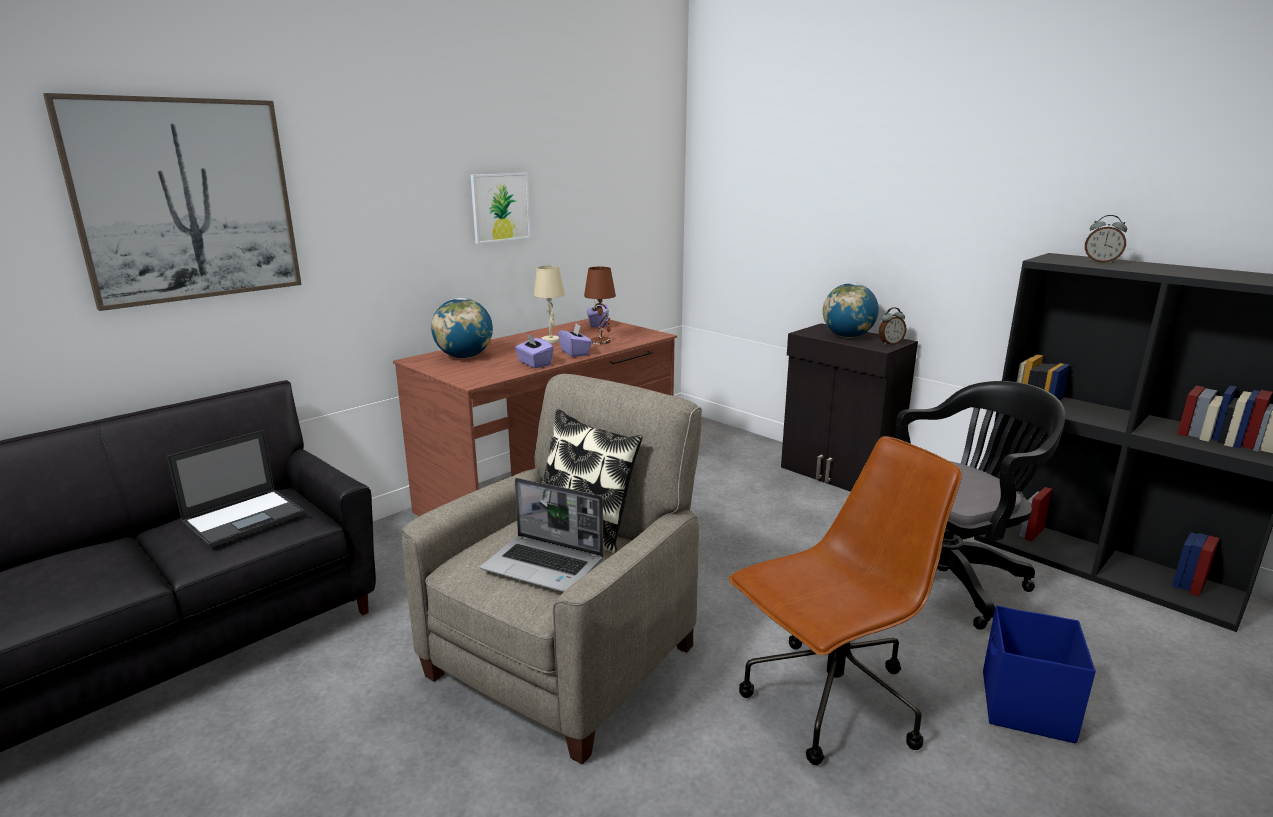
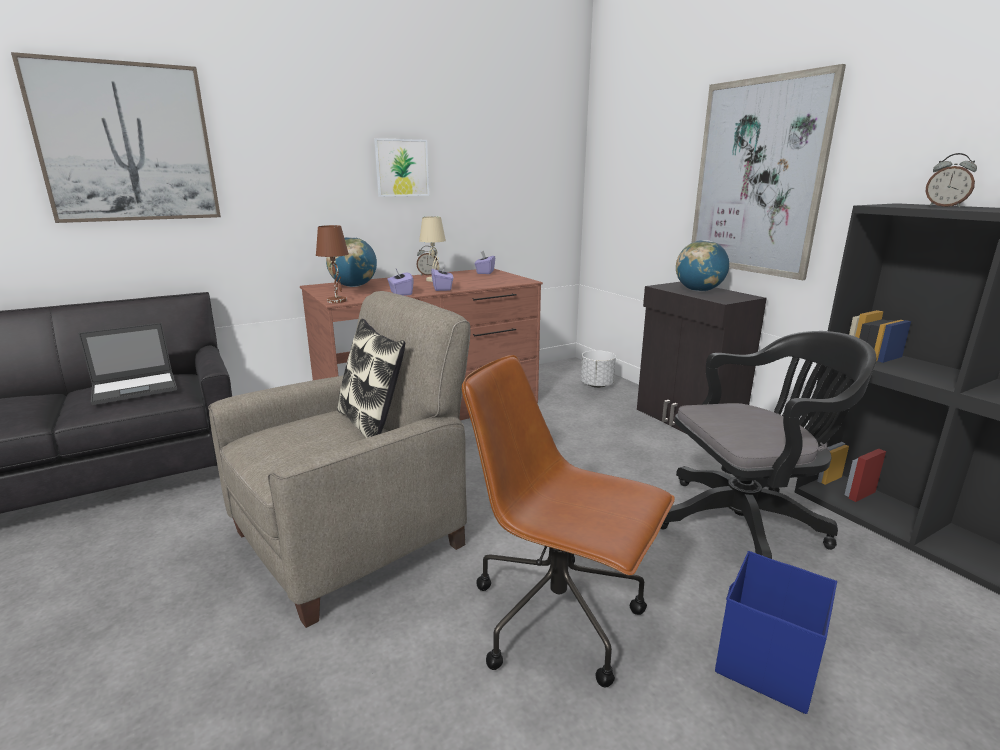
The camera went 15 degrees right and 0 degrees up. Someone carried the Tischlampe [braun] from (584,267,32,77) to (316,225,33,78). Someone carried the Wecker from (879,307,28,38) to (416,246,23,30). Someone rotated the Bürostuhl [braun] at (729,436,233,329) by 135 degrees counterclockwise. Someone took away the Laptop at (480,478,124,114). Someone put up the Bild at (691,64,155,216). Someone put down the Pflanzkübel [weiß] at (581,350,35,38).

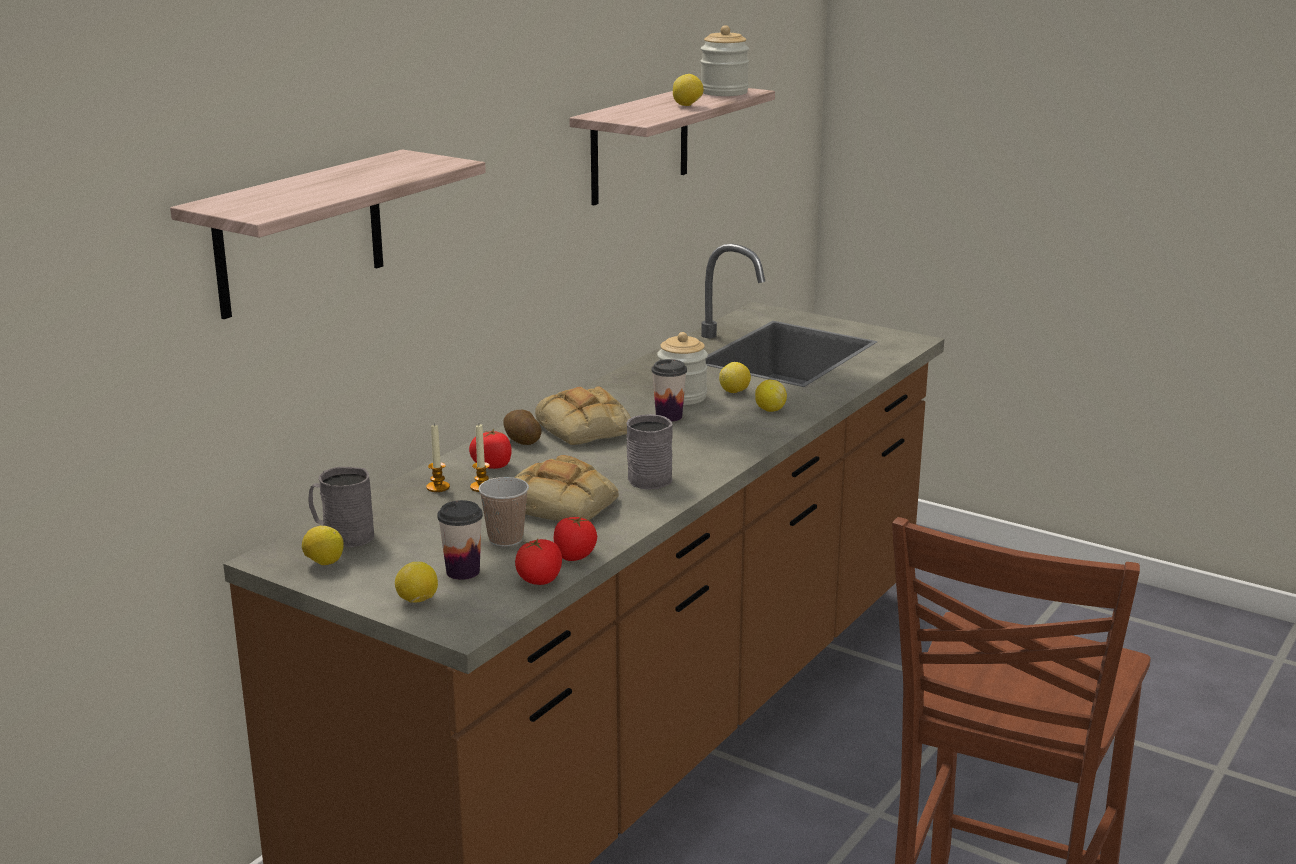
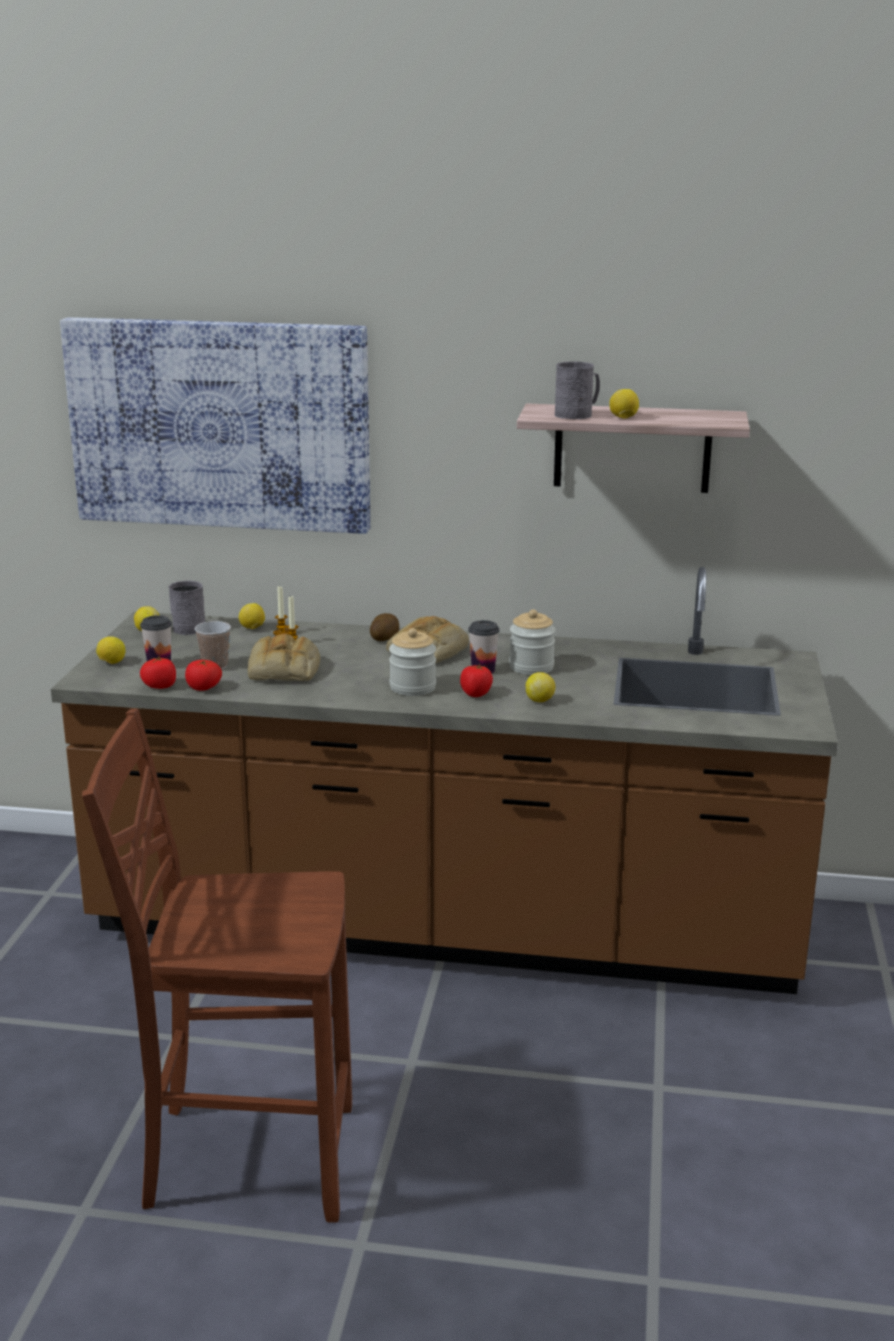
The camera went 65 degrees right and 0 degrees up. Someone carried the Vorratsglas from (700,25,49,71) to (389,628,47,68). Someone swapped the Wandregal at (170,149,316,170) for the Bild at (60,317,310,217). Someone carried the Zitrone from (719,362,32,31) to (239,603,26,26). Someone carried the Henkelbecher [grau] from (626,414,47,75) to (555,361,45,58). Someone carried the Tomate from (469,428,43,41) to (460,664,33,33).

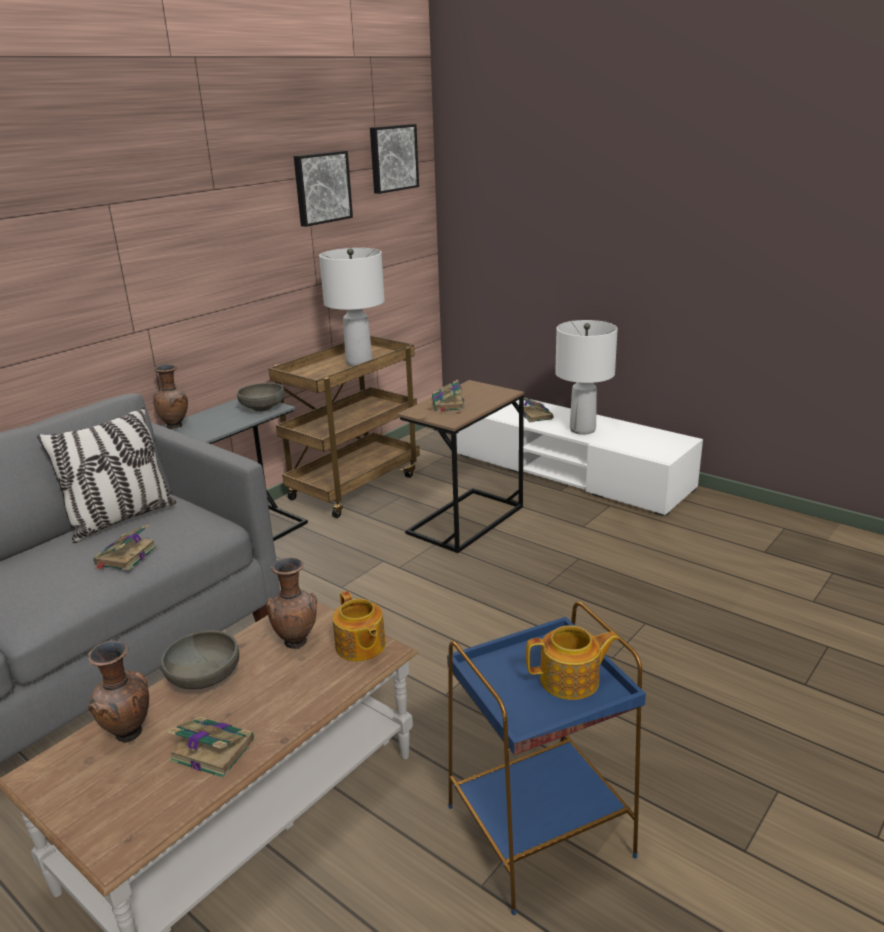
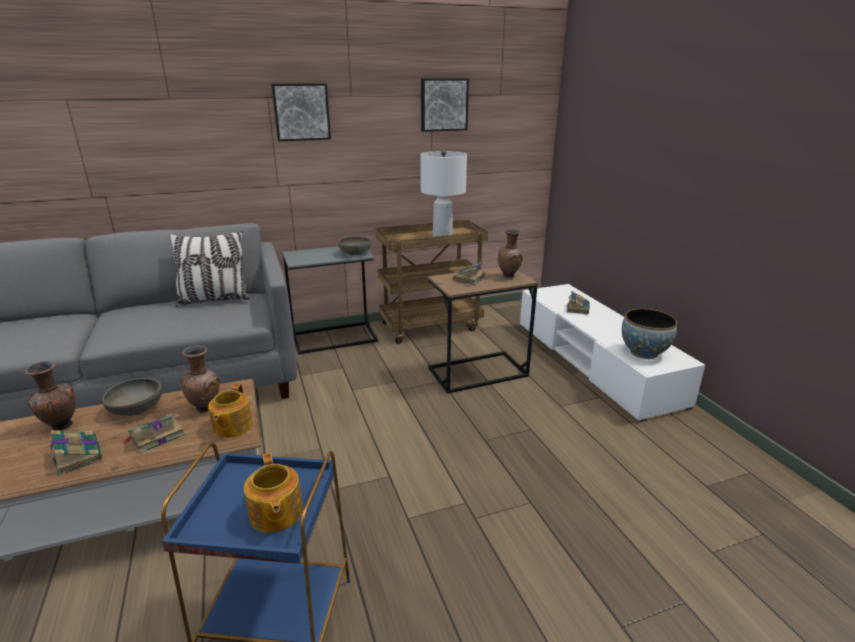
The camera went 30 degrees right and 0 degrees up. Someone carried the Bild from (370,124,49,70) to (271,83,60,58). Someone took away the Tischlampe [weiß] at (555,320,63,115). Someone carried the Vase [braun] from (153,364,35,65) to (498,228,25,50). Someone carried the Buch from (93,524,64,47) to (123,413,62,41). Someone rotated the Teekanne at (526,625,93,75) by 45 degrees clockwise. Someone put down the Schüssel at (622,309,55,50).

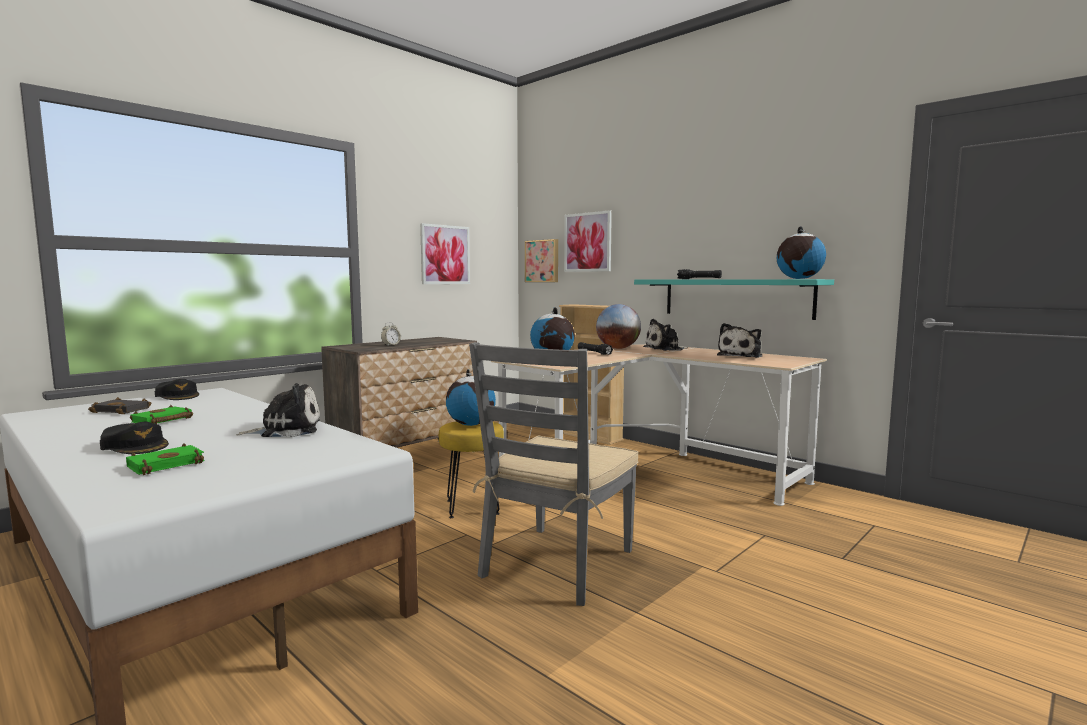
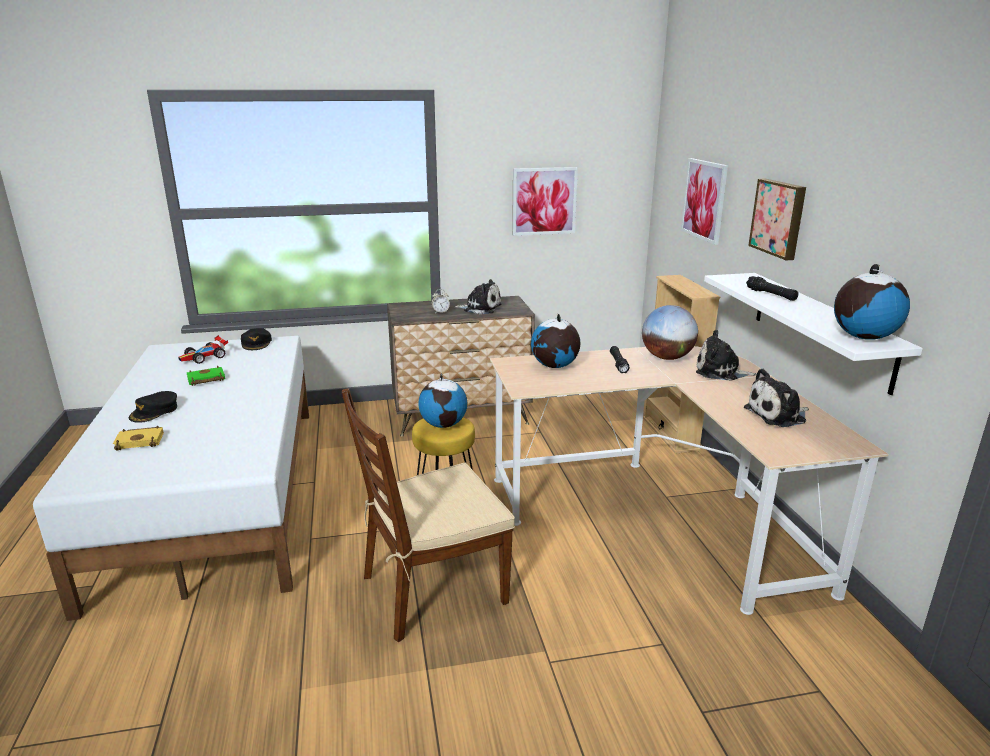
The camera went 35 degrees right and 15 degrees up. Someone carried the Bild from (525,239,33,43) to (748,179,58,81). Someone repainted the Wandregal [türkis] at (634,279,200,41), which became the Wandregal [weiß] at (704,273,219,122). Someone repainted the Stuhl [grau] at (469,342,169,264), which became the Stuhl [braun] at (342,388,173,254). Someone carried the Plüschtier from (236,383,84,54) to (454,279,48,35). Someone swapped the Buch [schwarz] at (88,397,63,17) for the Spielzeugauto at (178,335,50,29). Someone rotated the Kappe [schwarz] at (100,422,69,32) by 45 degrees clockwise. Someone repainted the Buch [grün] at (126,443,79,32), which became the Buch [gelb] at (113,426,51,25).

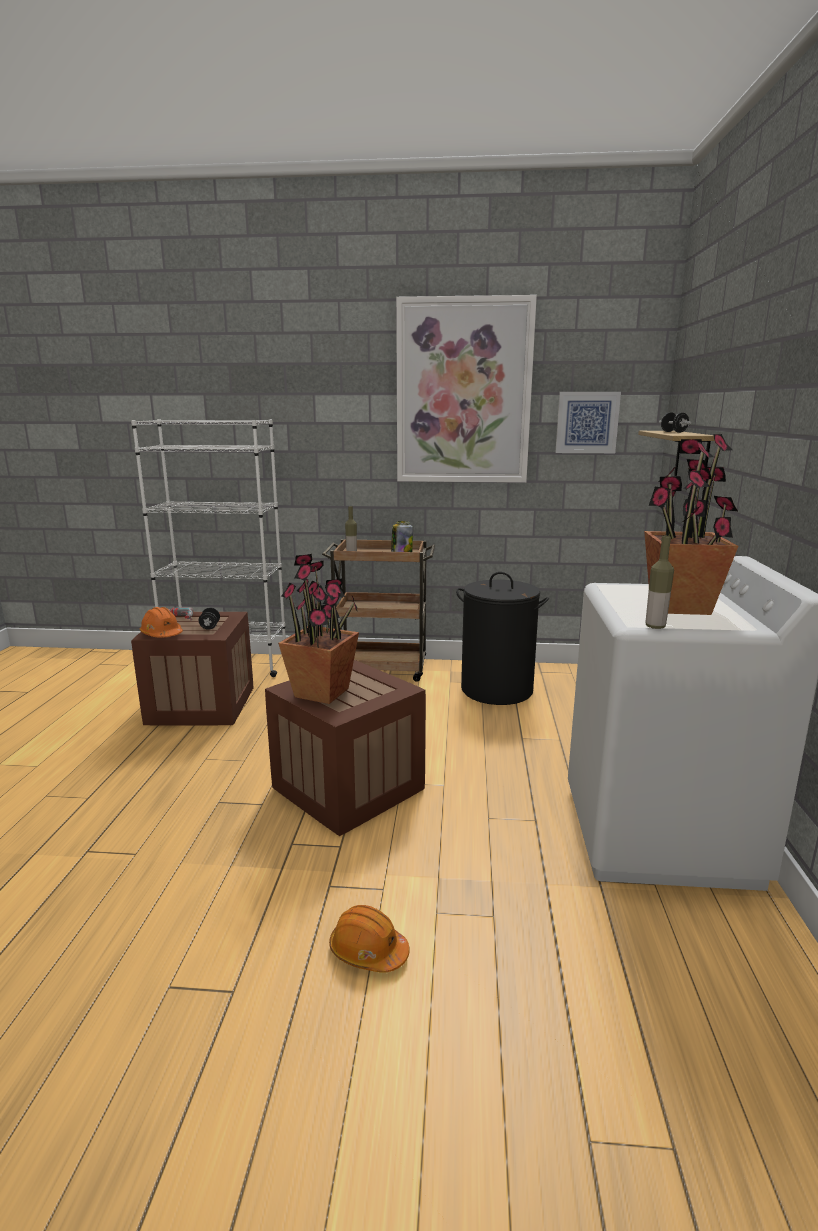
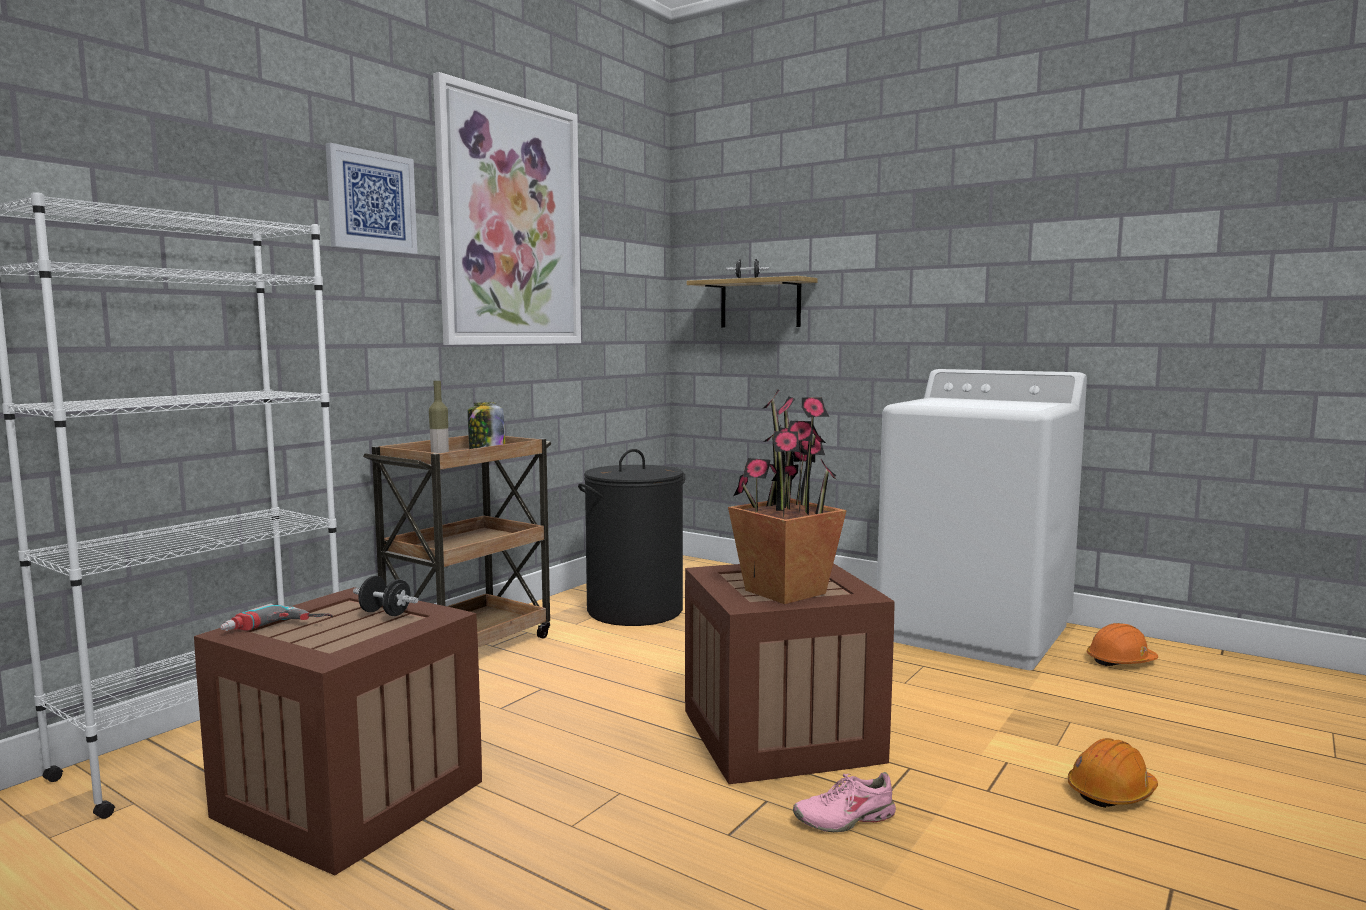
The camera went 60 degrees left and 10 degrees down. Someone carried the Bild from (555,392,66,61) to (326,143,91,111). Someone took away the Topfpflanze at (644,434,94,181). Someone took away the Flasche at (646,536,28,93). Someone carried the Schutzhelm [orange] from (140,607,43,31) to (1087,623,71,43). Someone put down the Schuh [rosa] at (793,772,103,60).

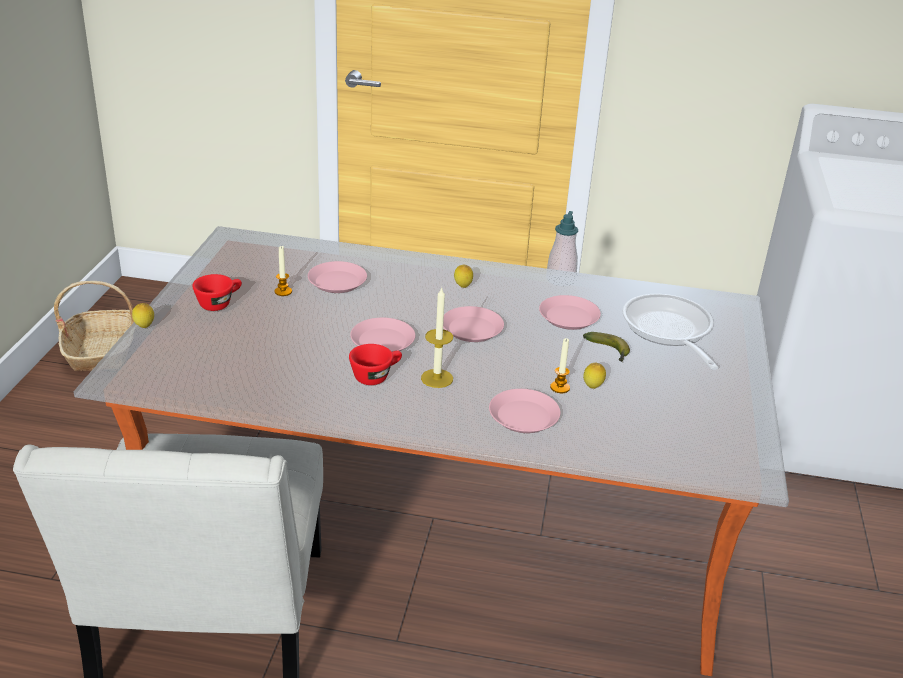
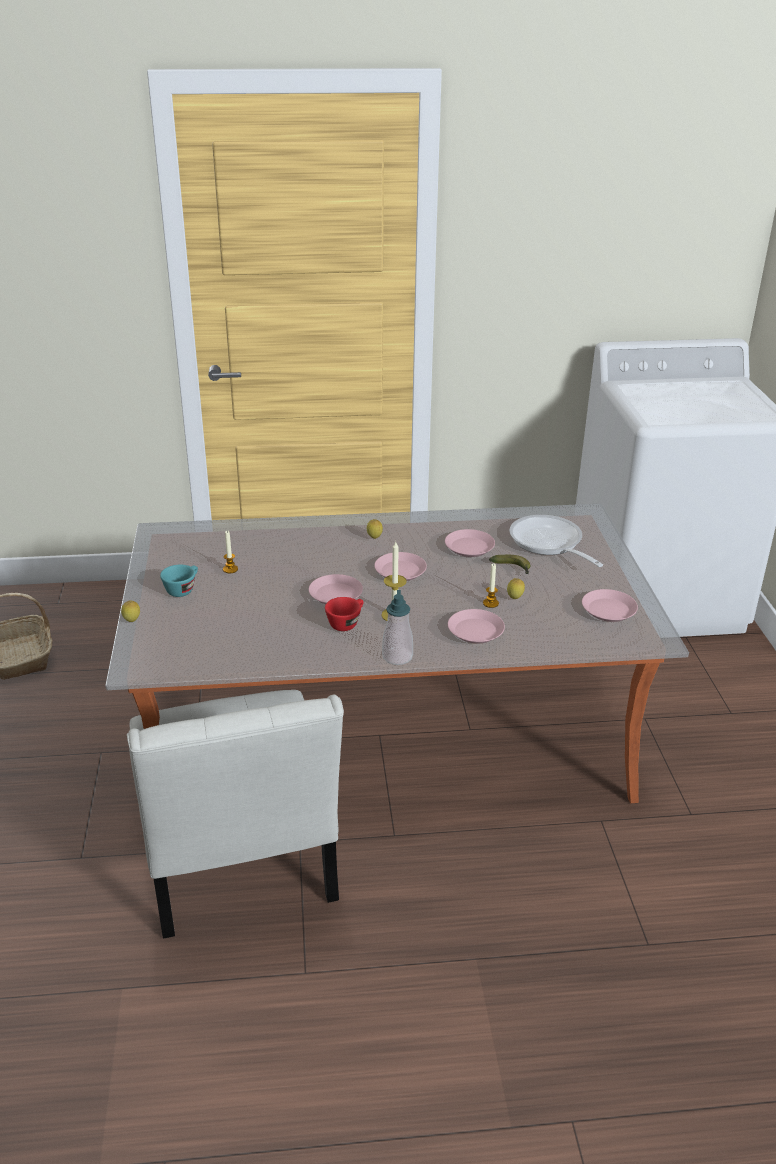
The camera went 15 degrees left and 0 degrees up. Someone carried the Seifenspender from (546,211,32,75) to (382,590,31,75). Someone carried the Teller [rosa] from (308,261,59,32) to (582,589,56,33). Someone repainted the Tasse [rot] at (192,274,50,37), which became the Tasse [türkis] at (160,565,38,32).

